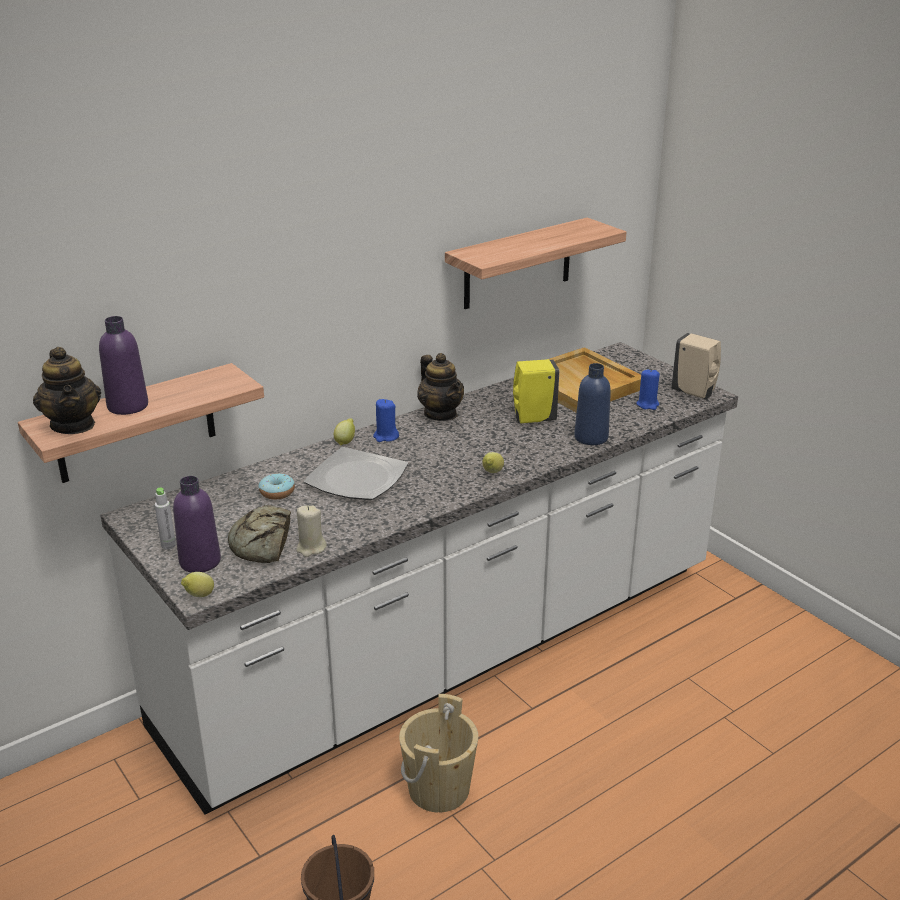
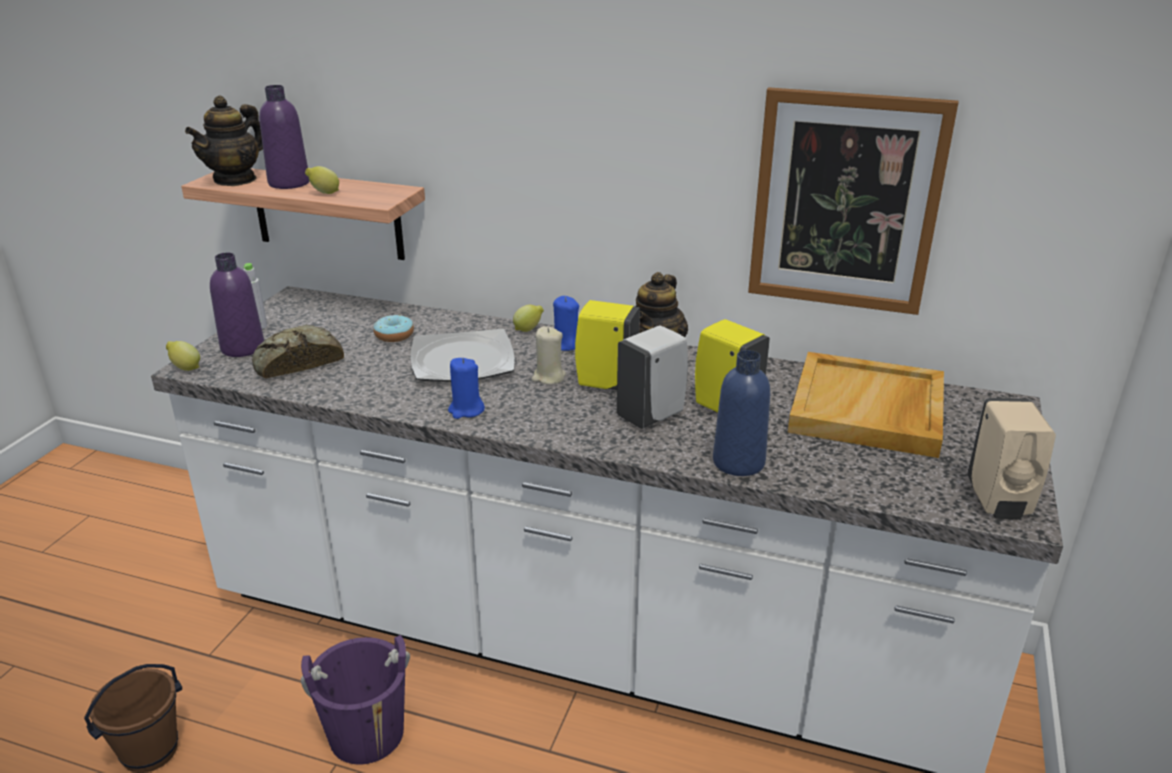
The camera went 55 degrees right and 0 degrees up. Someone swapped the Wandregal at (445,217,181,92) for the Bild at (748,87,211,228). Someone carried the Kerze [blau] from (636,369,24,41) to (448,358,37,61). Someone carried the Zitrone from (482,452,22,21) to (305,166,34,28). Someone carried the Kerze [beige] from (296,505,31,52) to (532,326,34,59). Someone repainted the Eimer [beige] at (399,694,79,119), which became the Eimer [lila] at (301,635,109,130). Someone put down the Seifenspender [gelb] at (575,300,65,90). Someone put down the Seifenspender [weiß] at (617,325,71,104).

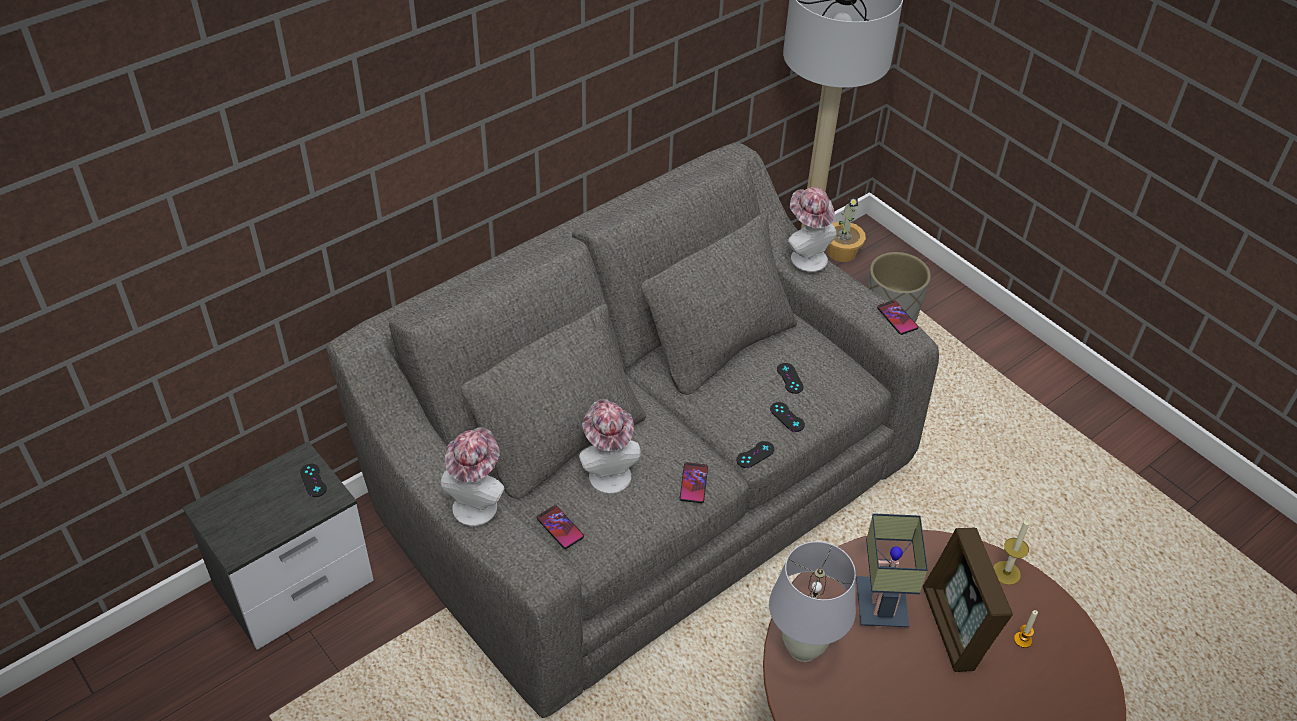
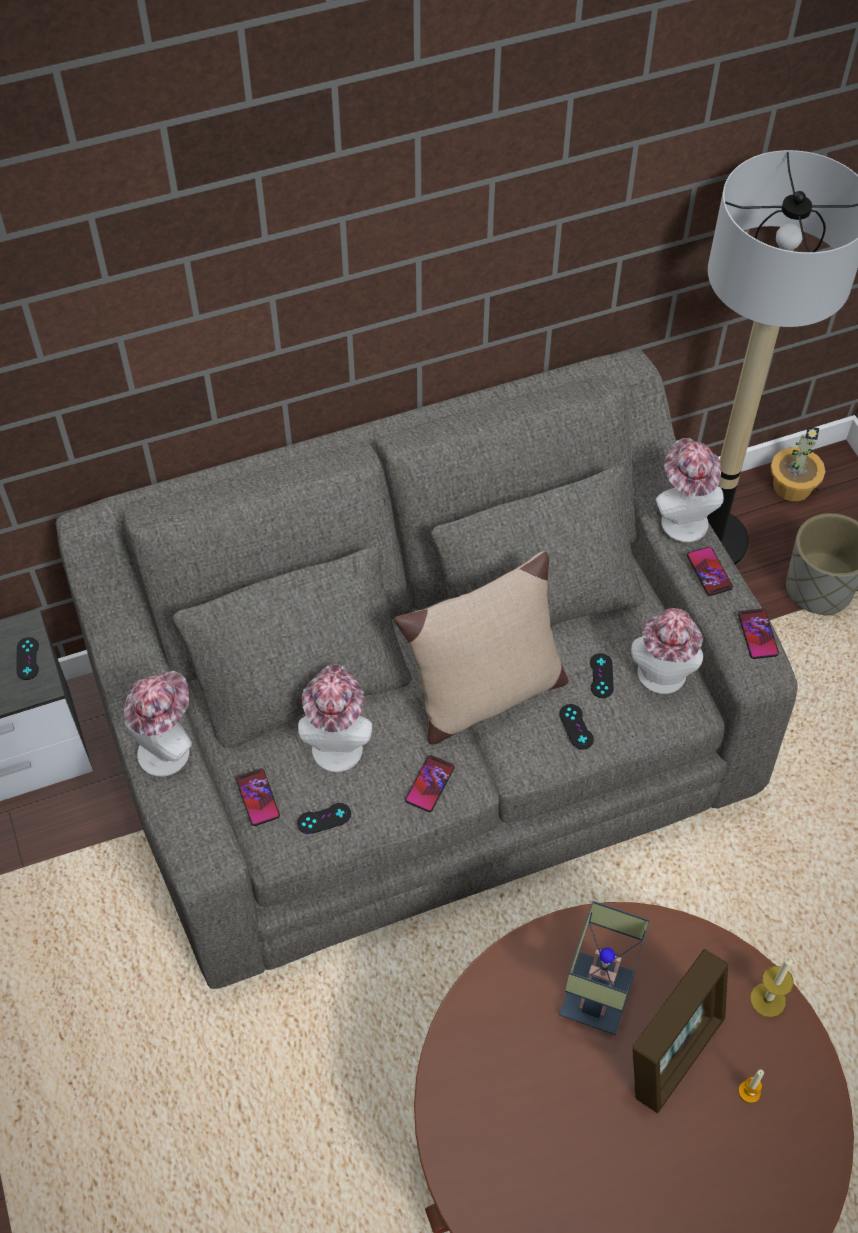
The camera went 20 degrees right and 10 degrees up. Someone carried the Gamepad [schwarz] from (736,441,38,27) to (297,803,54,31). Someone rotated the Bilderrahmen at (923,528,90,144) by 150 degrees counterclockwise. Someone took away the Tischlampe [weiß] at (769,541,87,121). Someone put down the Handy at (687,547,46,49). Someone put down the Kissen [beige] at (394,551,175,193). Someone put down the Hut at (631,608,72,86).

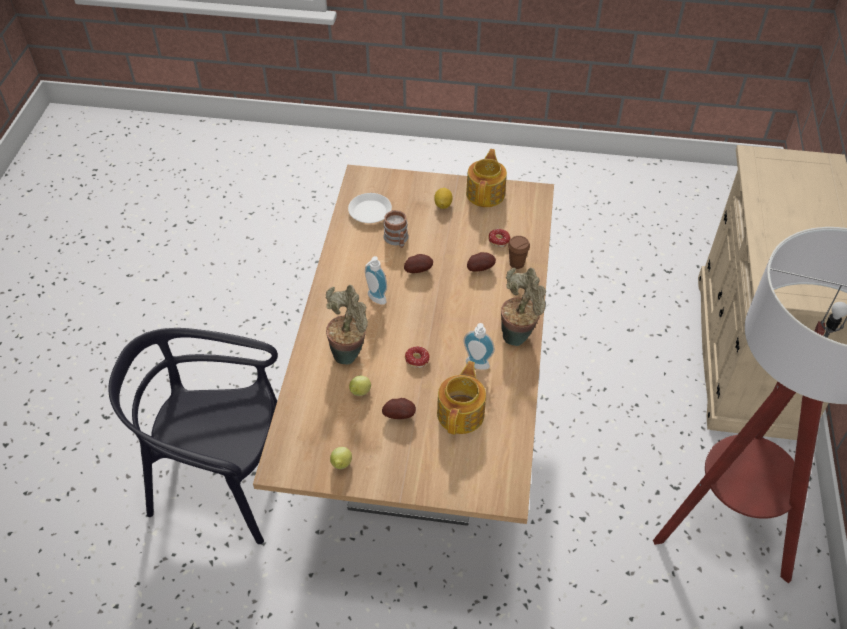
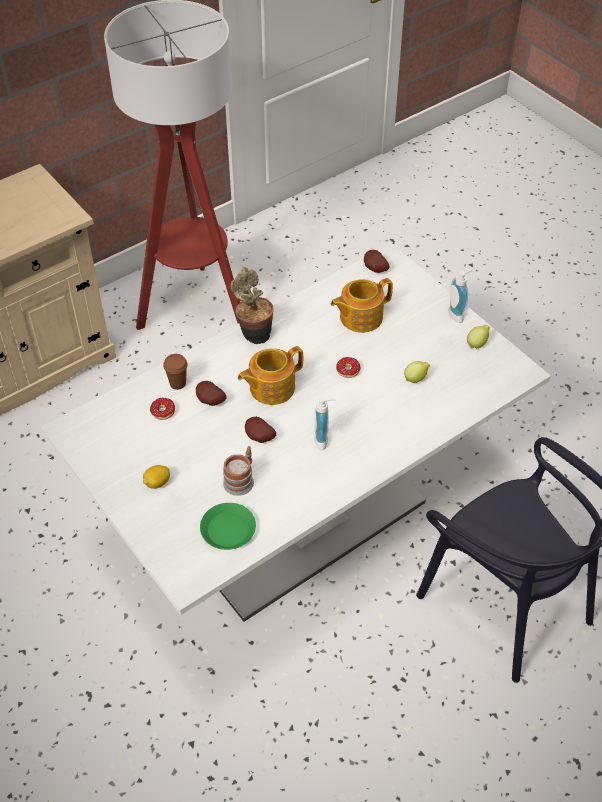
The camera went 135 degrees left and 0 degrees up. Someone carried the Teekanne from (466,149,41,58) to (238,346,65,59). Someone repainted the Esstisch [braun] at (253,165,301,361), which became the Esstisch [weiß] at (41,244,510,378). Someone repainted the Teller [weiß] at (348,193,44,30), which became the Teller [grün] at (200,503,56,47). Someone took away the Topfpflanze at (326,285,42,80). Someone carried the Seifenspender from (463,323,32,47) to (448,270,26,53). Someone carried the Kartoffel from (382,398,34,21) to (364,250,26,23).

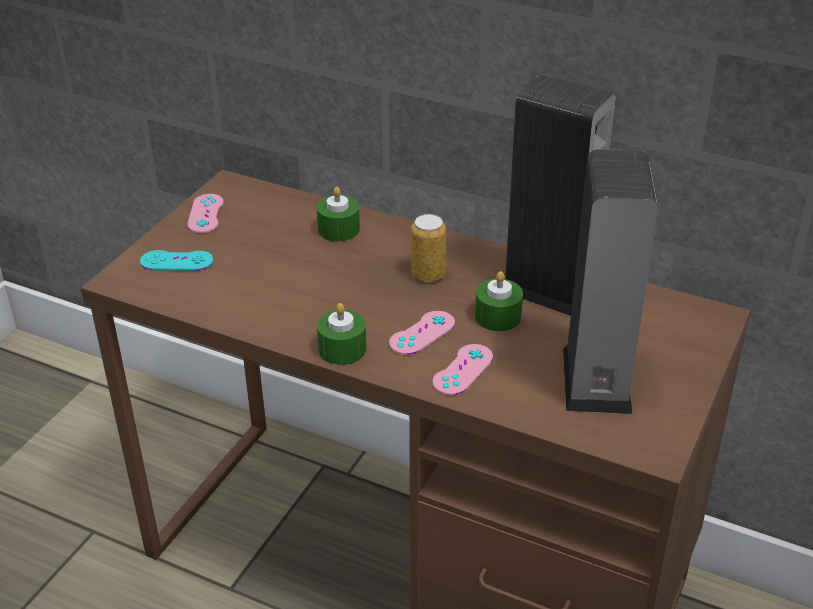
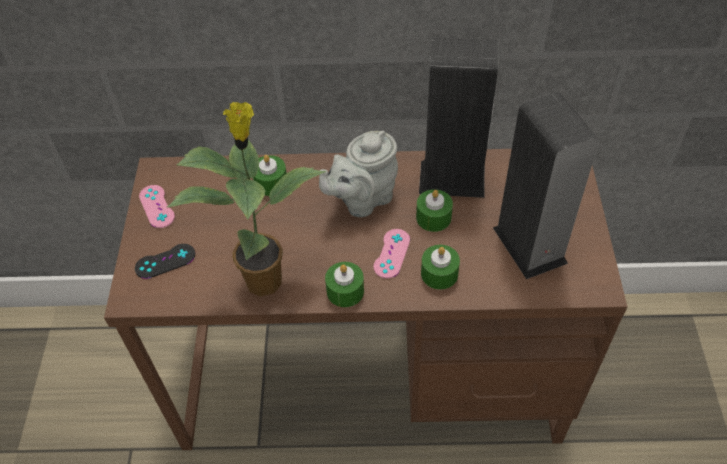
The camera went 25 degrees left and 15 degrees up. Someone swapped the Dose at (411,214,35,68) for the Teekanne [grau] at (319,131,79,86). Someone repainted the Gamepad [türkis] at (140,250,73,21), which became the Gamepad [schwarz] at (135,244,60,35). Someone swapped the Gamepad [rosa] at (433,344,60,51) for the Kerze [grün] at (421,245,39,45). Someone put down the Topfpflanze at (166,102,160,195).

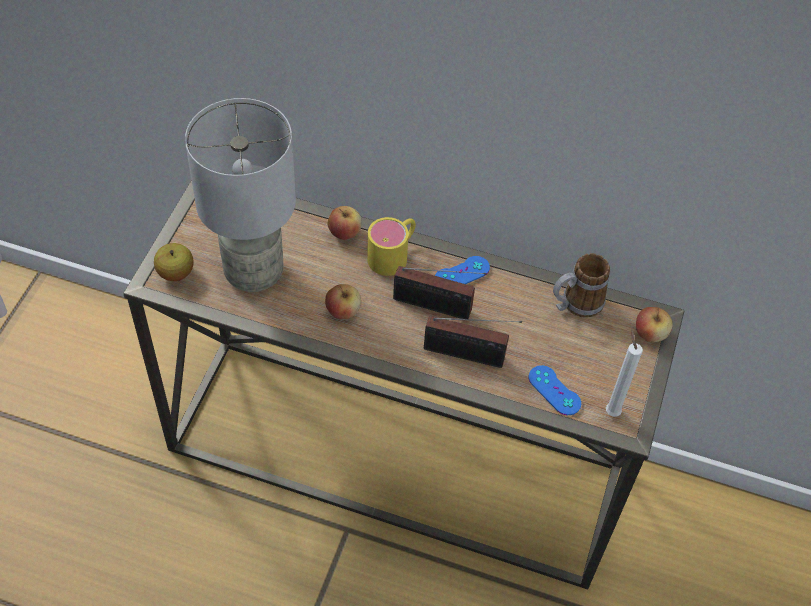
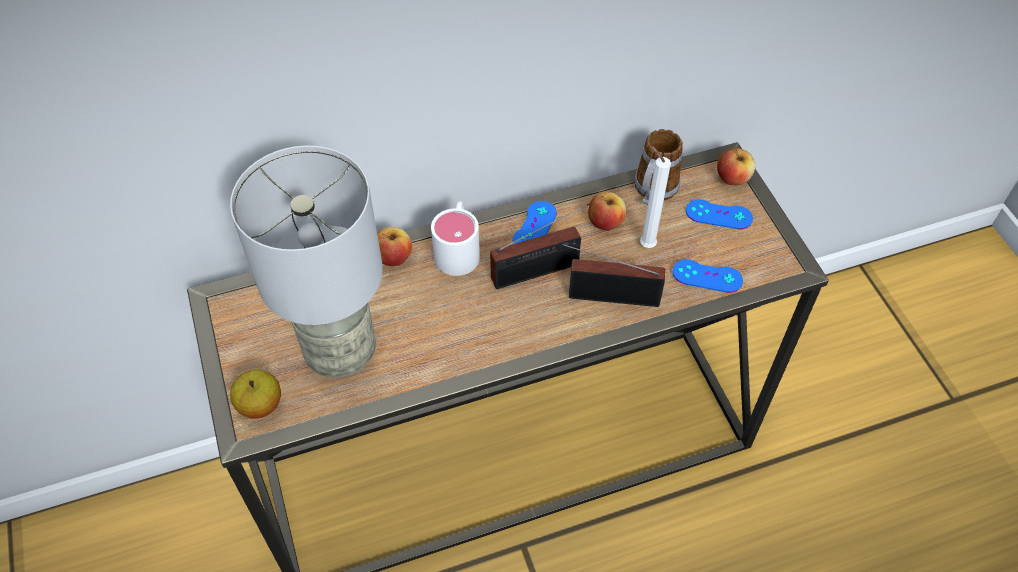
The camera went 35 degrees left and 0 degrees up. Someone repainted the Henkelbecher [gelb] at (367,217,49,59), which became the Henkelbecher [weiß] at (431,201,49,75). Someone carried the Apfel from (325,284,36,35) to (588,192,38,39). Someone rotated the Radio at (424,316,98,52) by 150 degrees counterclockwise. Someone carried the Kerze [weiß] from (606,329,37,87) to (640,145,31,103). Someone put down the Gamepad [blau] at (686,199,67,30).

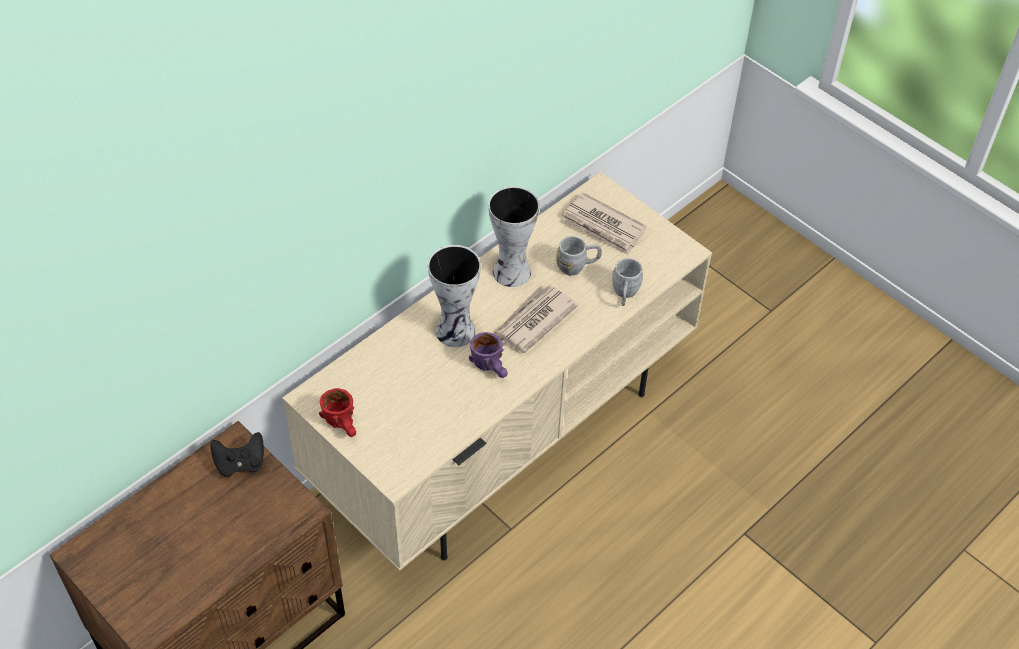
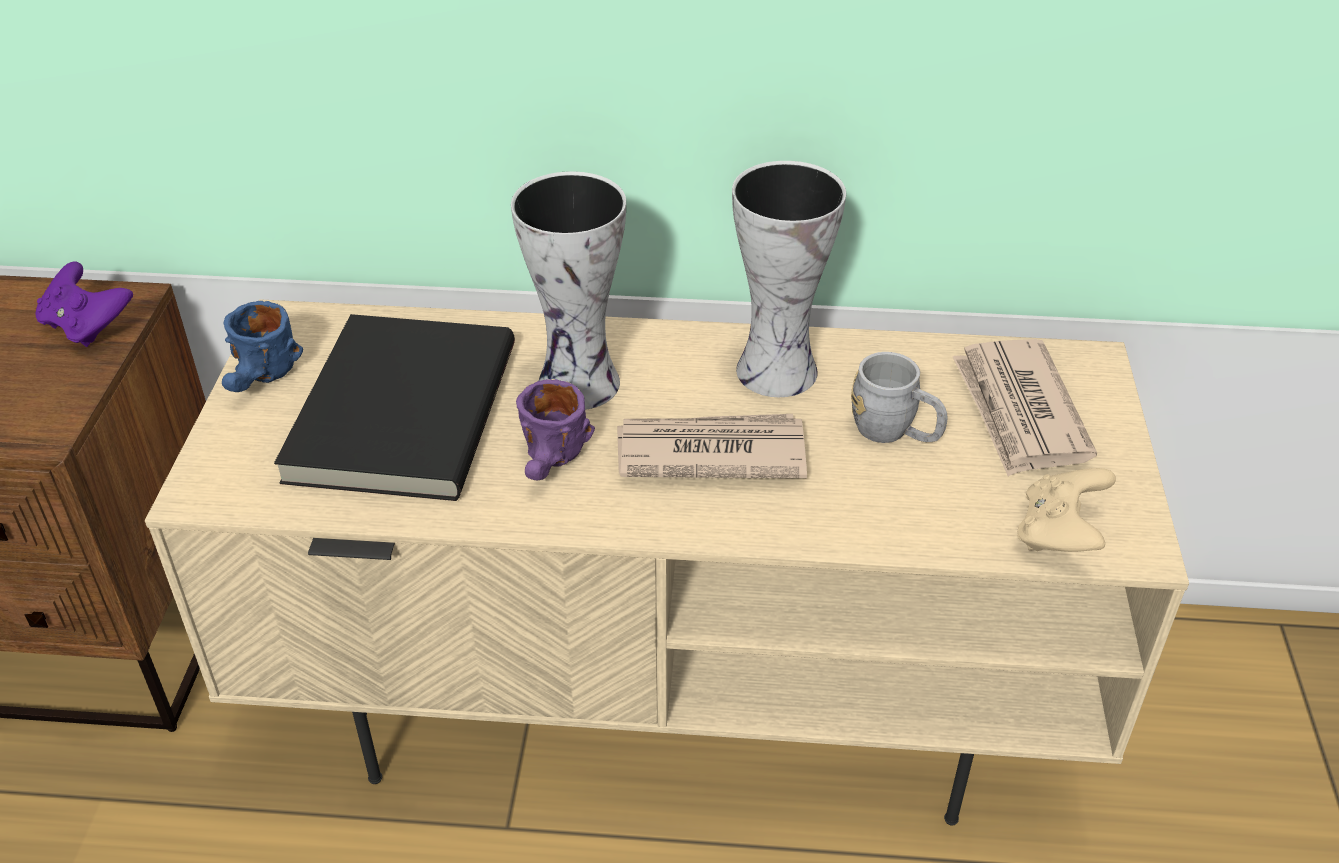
The camera went 50 degrees right and 10 degrees down. Someone took away the Henkelbecher [grau] at (612,258,31,48). Someone repainted the Henkelbecher [rot] at (319,388,37,49), which became the Henkelbecher [blau] at (222,301,81,91). Someone repainted the Gamepad [schwarz] at (210,432,54,45), which became the Gamepad [lila] at (35,261,98,86). Someone put down the Buch [schwarz] at (274,314,241,187). Someone put down the Gamepad [beige] at (1017,468,99,84).

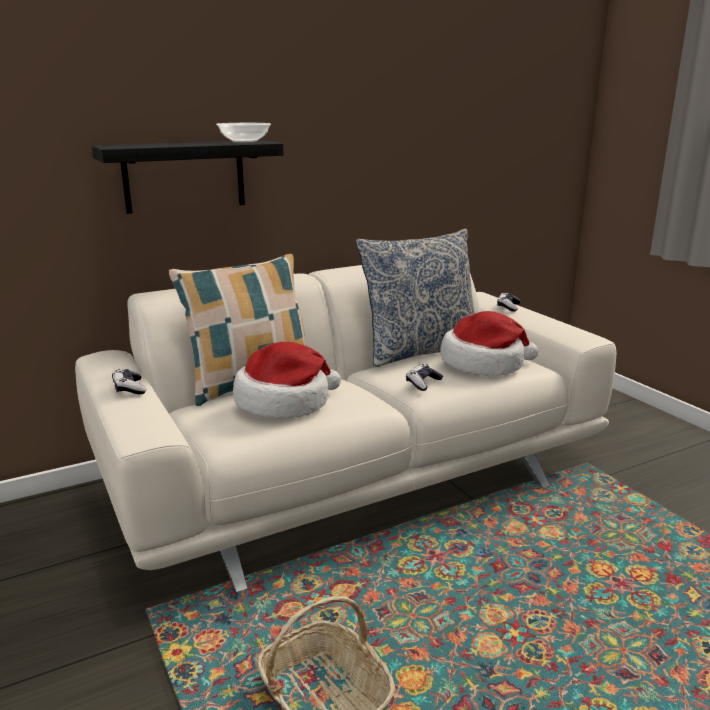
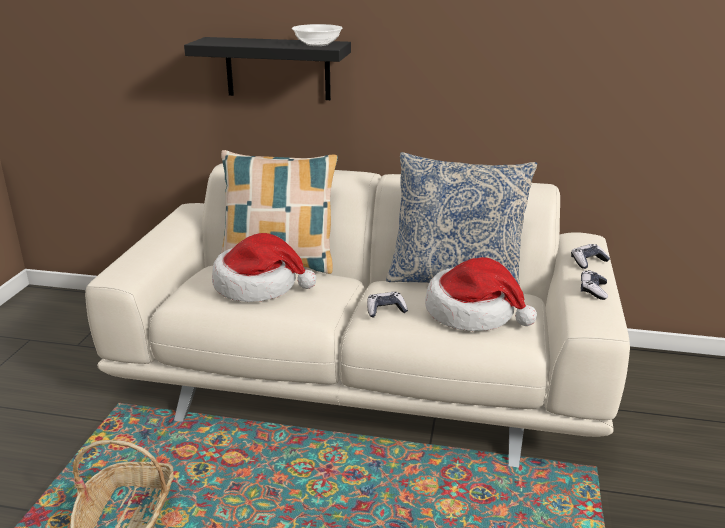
The camera went 40 degrees right and 5 degrees up. Someone carried the Gamepad from (112,369,34,25) to (581,270,27,30).

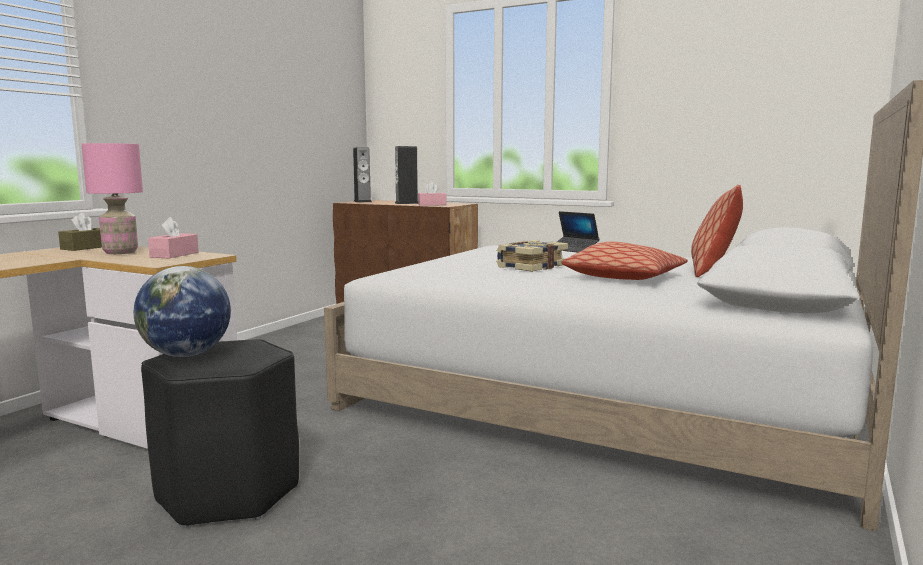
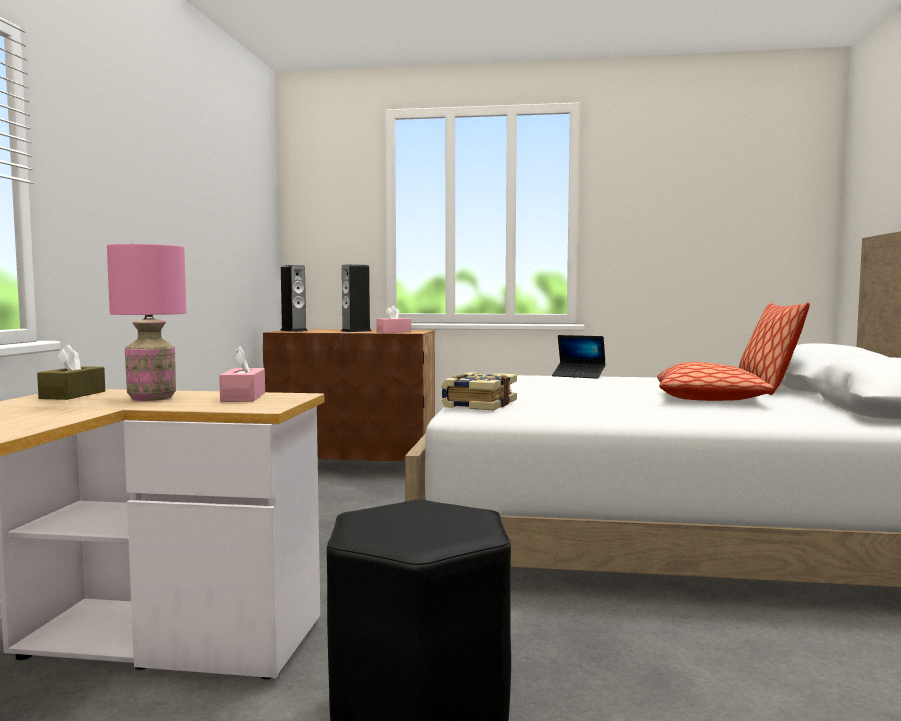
The camera went 20 degrees left and 5 degrees down. Someone carried the Buch from (496,240,72,32) to (441,372,76,39). Someone took away the Globus at (134,266,97,91).

